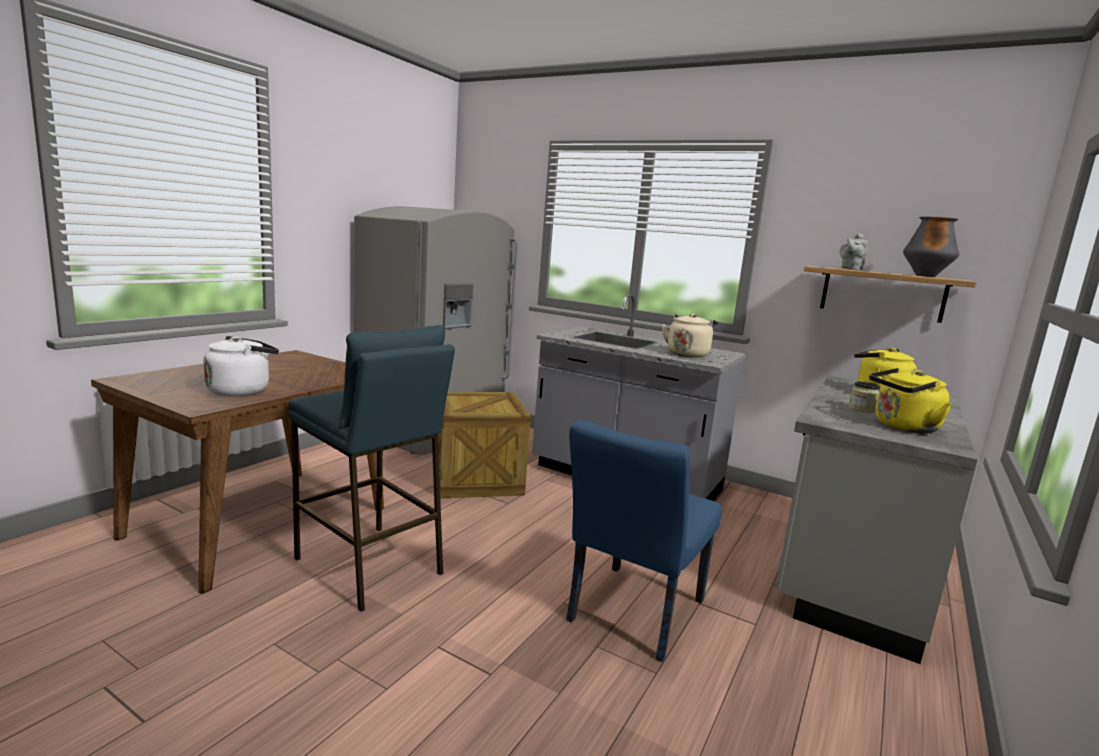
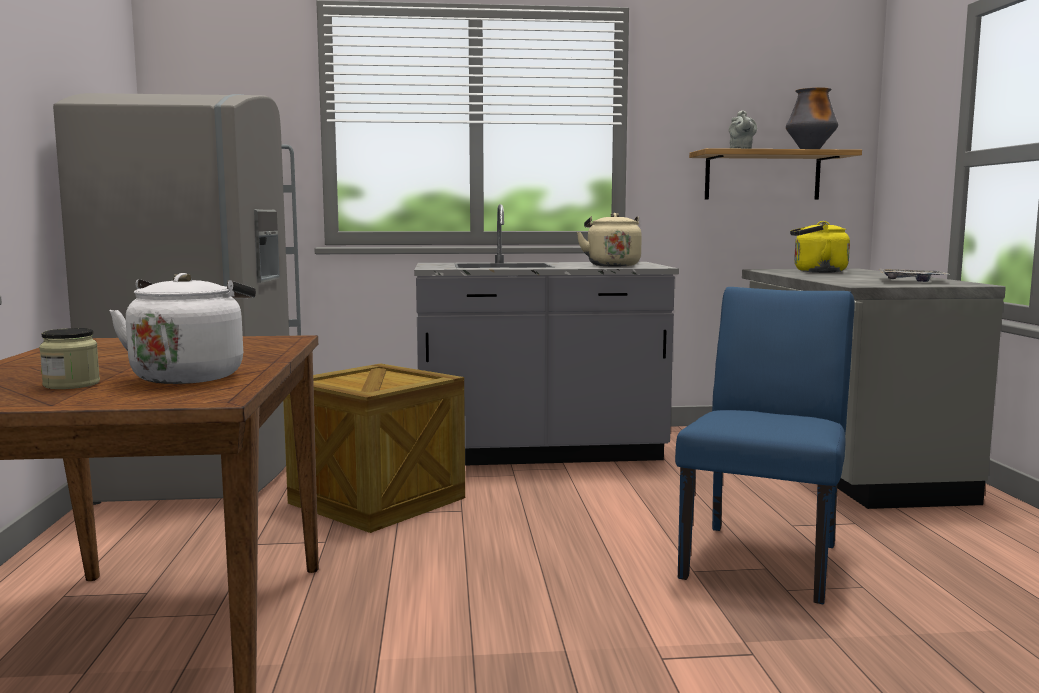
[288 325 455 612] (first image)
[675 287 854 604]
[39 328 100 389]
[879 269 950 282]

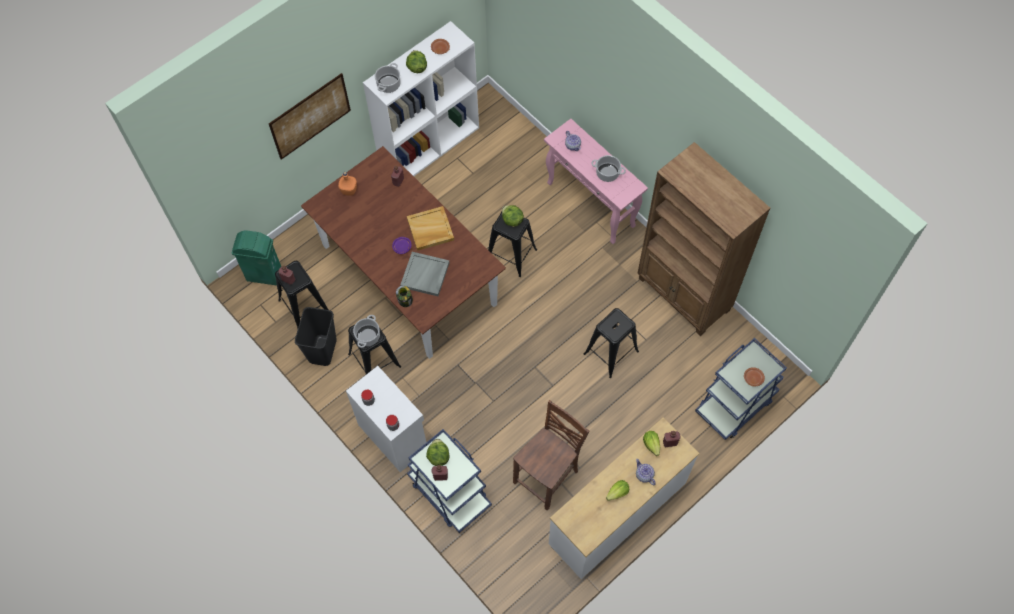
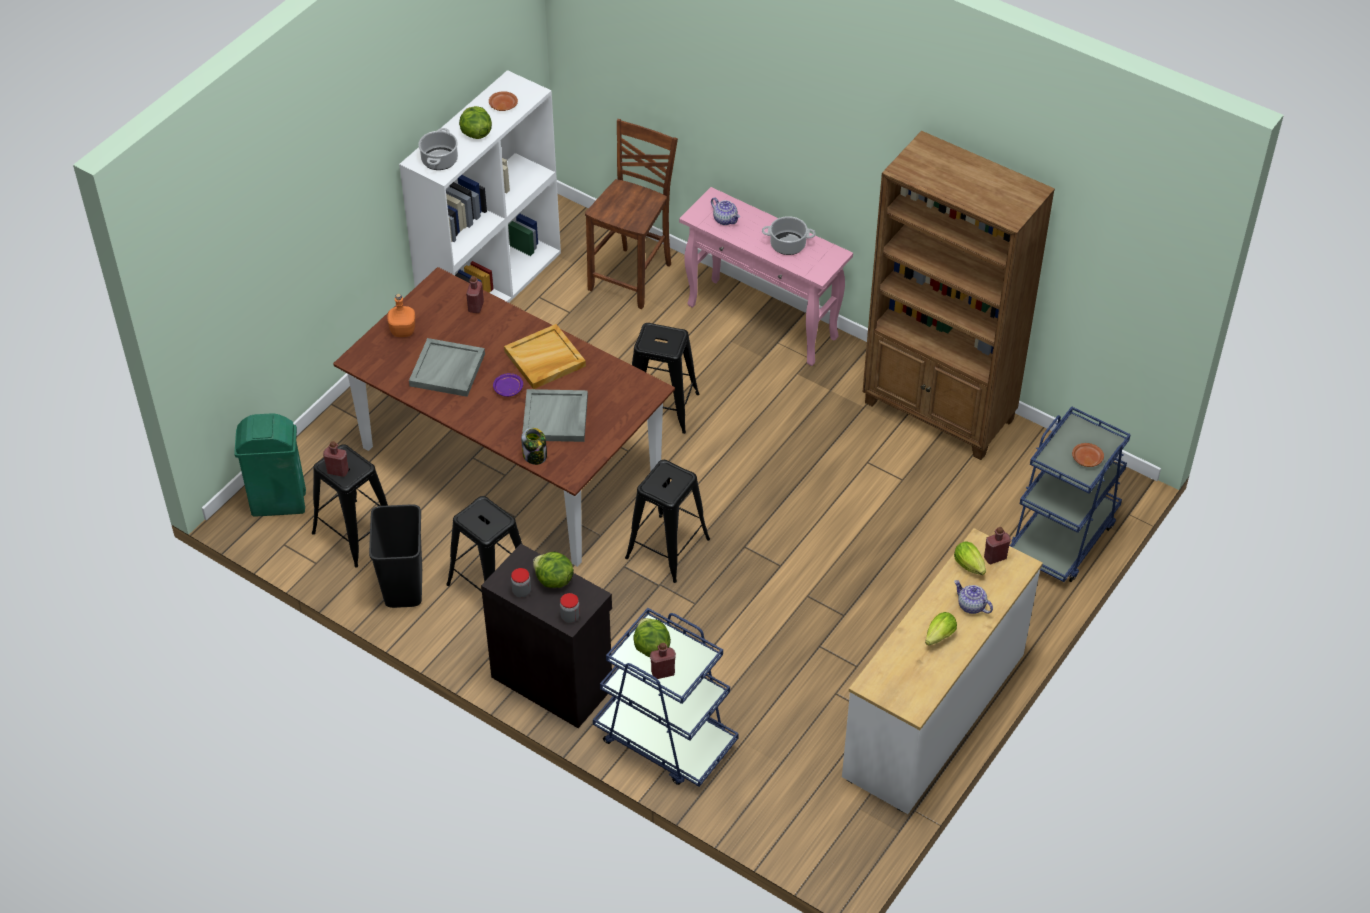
[269 73 351 160] (first image)
[481 544 612 728]
[353 315 380 348] (first image)
[533 552 574 588]
[585 119 678 309]
[625 460 710 583]
[409 338 485 397]

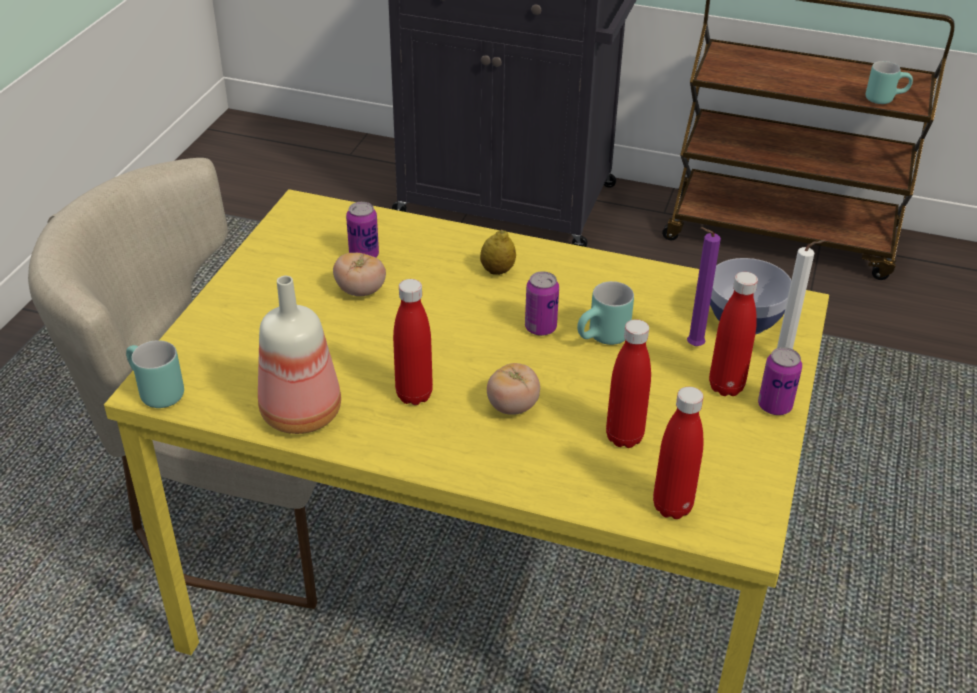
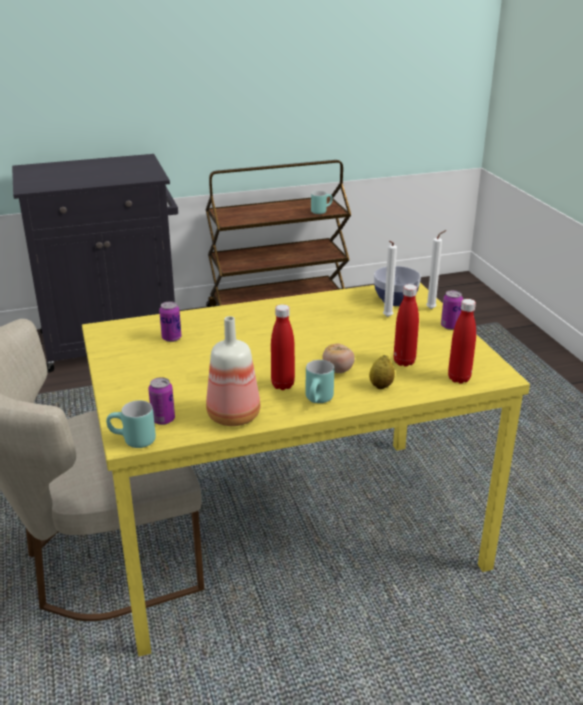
[333 253 386 296] (first image)
[369 355 395 389]
[148 377 175 425]
[305 360 334 403]
[383 241 397 317]
[709 272 758 396] (first image)

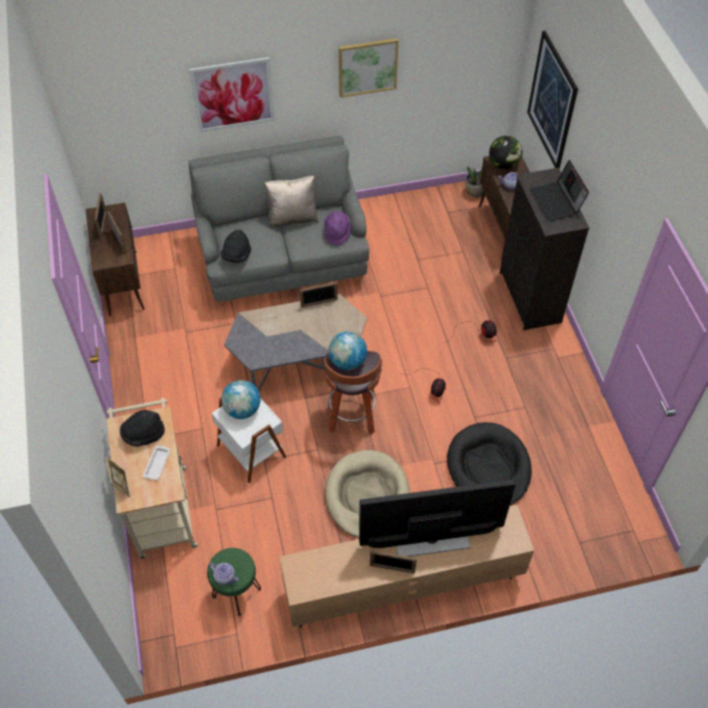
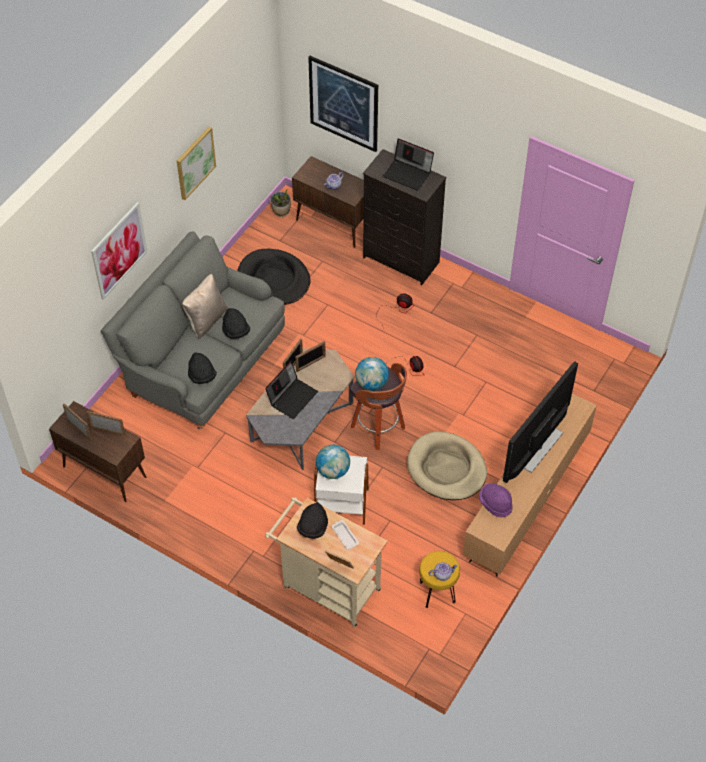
[419 551 460 608]
[479 483 513 518]
[295 341 326 372]
[237 249 310 305]
[489 136 522 169] (first image)
[222 308 250 339]
[265 361 318 419]

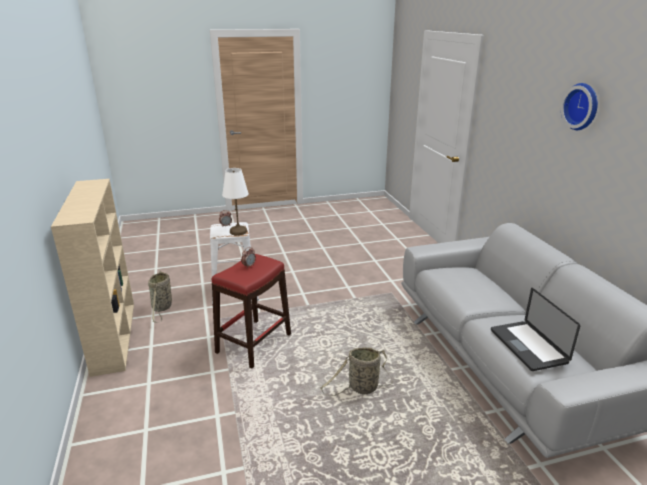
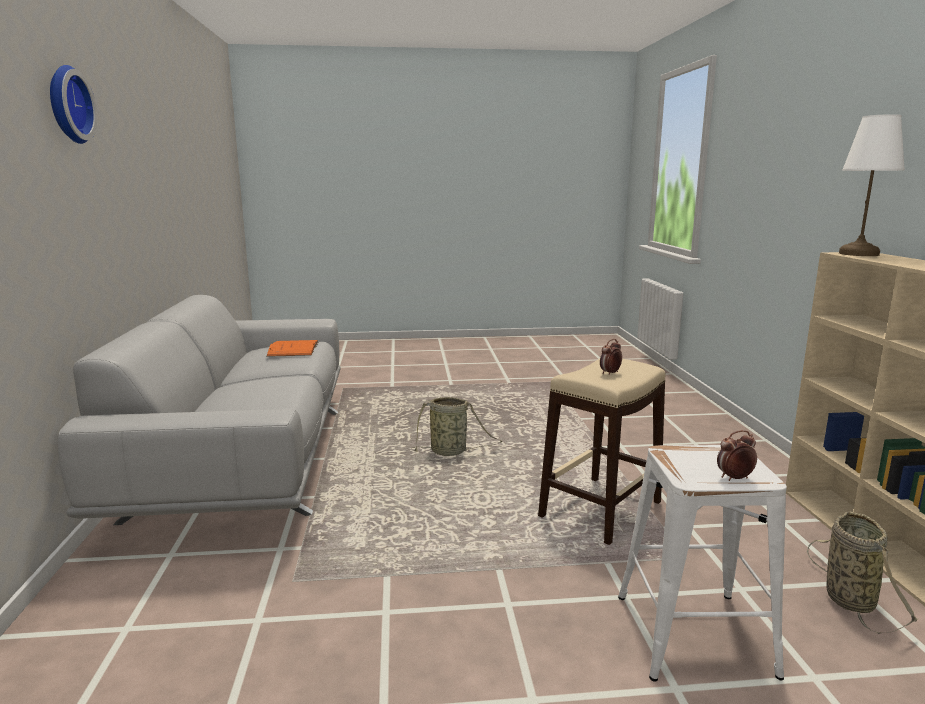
[538 358 666 545]
[839 114 905 256]
[266 340 319 357]

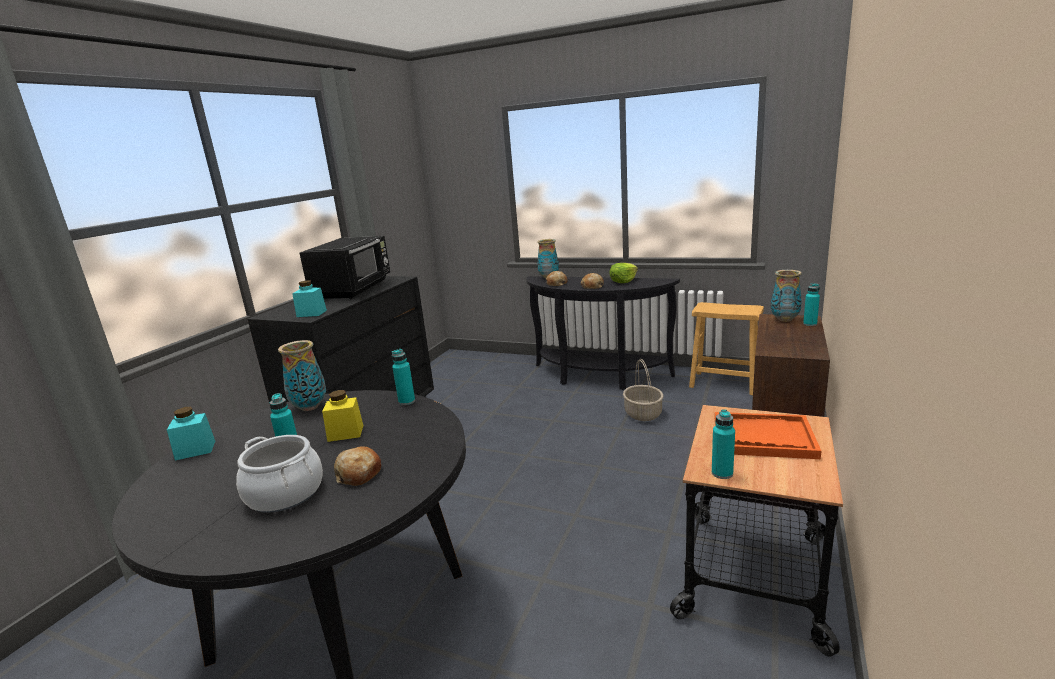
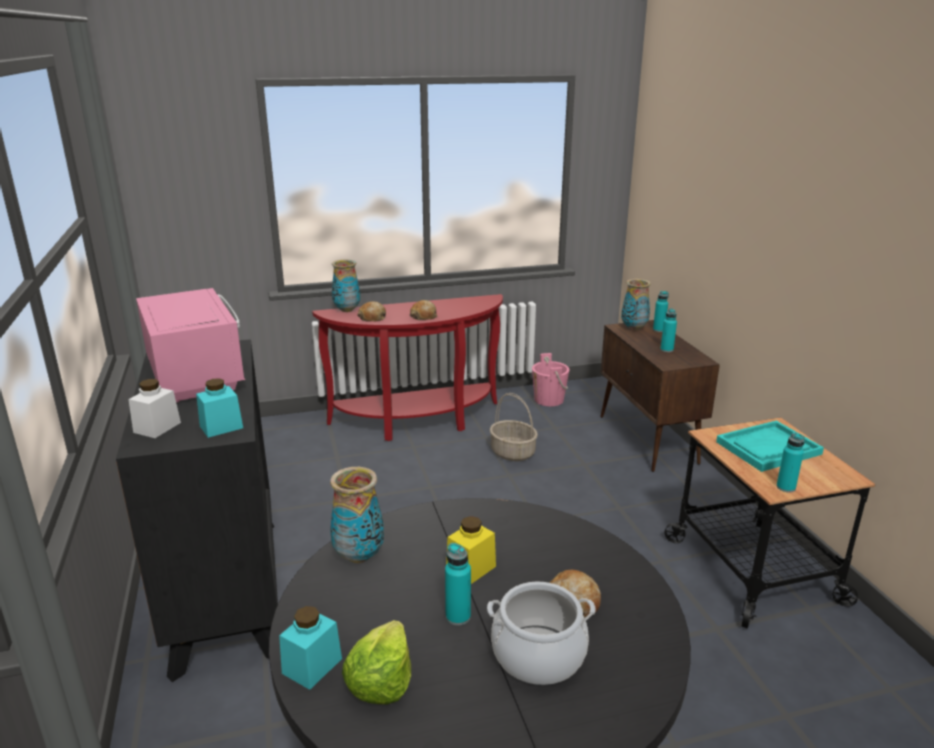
[136 288 245 403]
[660 309 677 352]
[312 294 503 441]
[342 620 411 704]
[532 353 570 406]
[716 421 824 472]
[128 379 181 438]

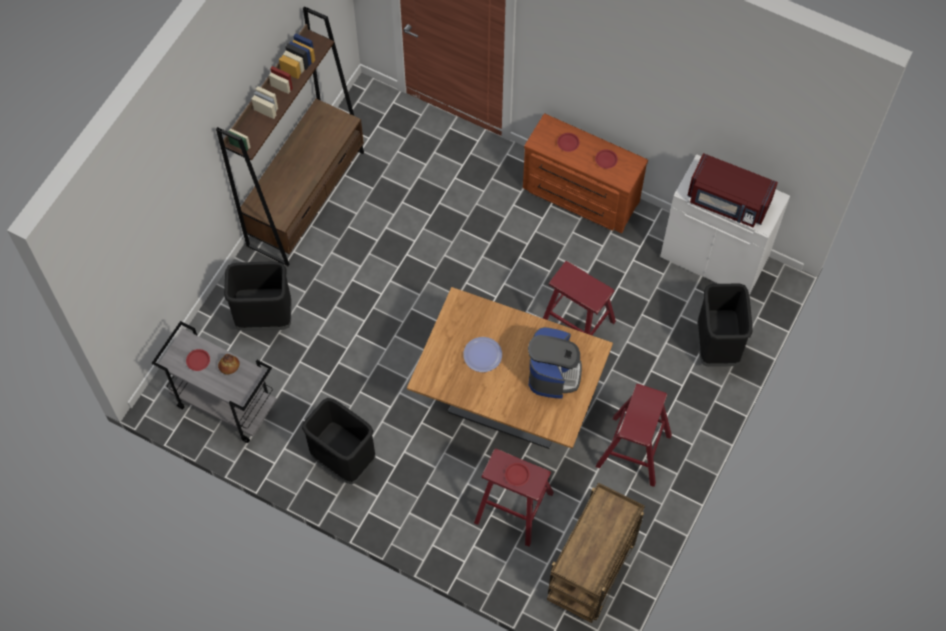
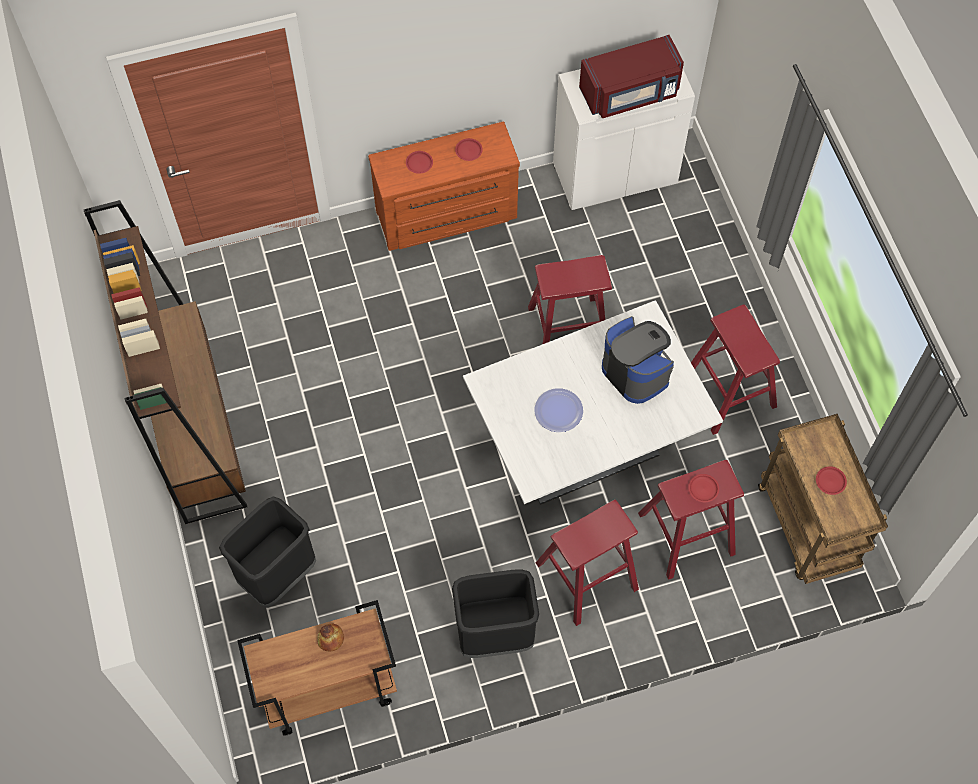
[237 600 397 736]
[816 466 847 495]
[463 300 723 505]
[697 284 753 367] (first image)
[536 500 639 626]

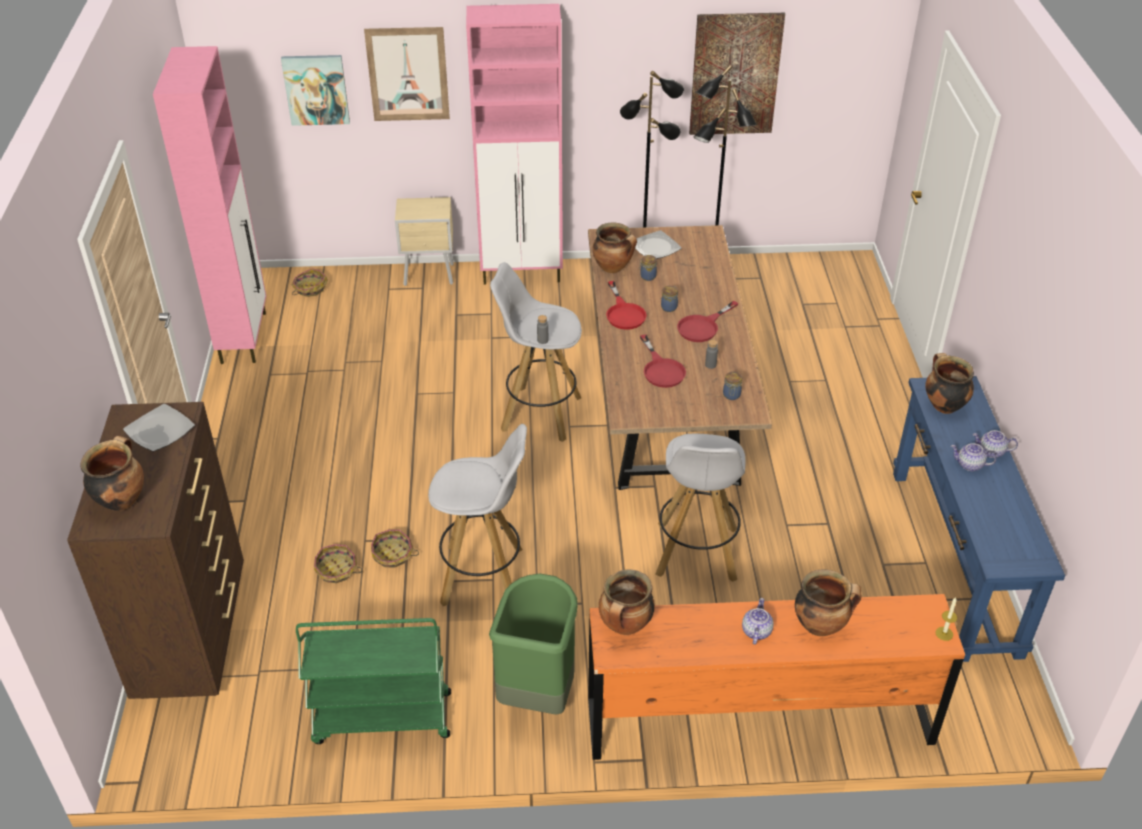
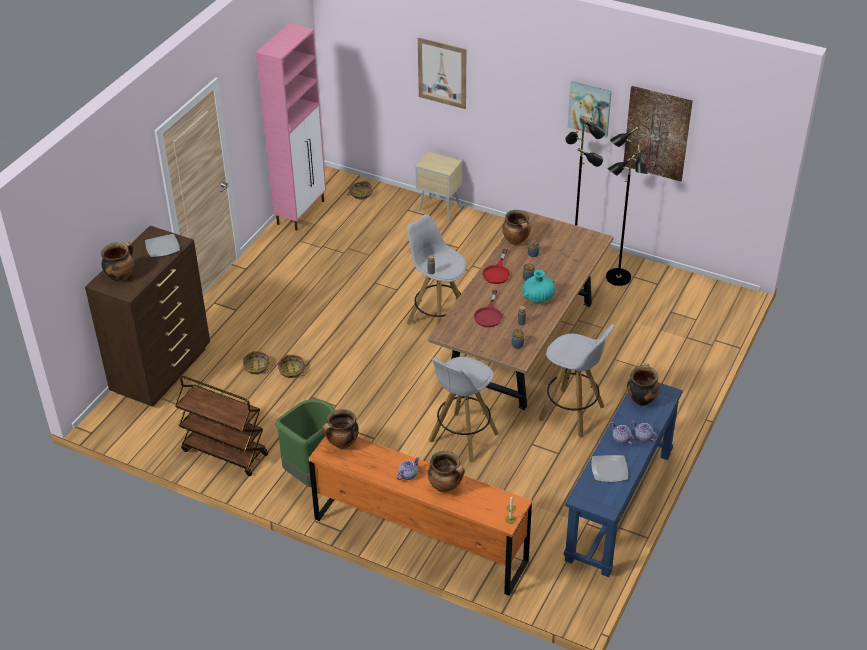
[568 81 612 137]
[175 376 269 476]
[539 324 615 438]
[466 4 563 285] (first image)
[591 455 628 482]
[522 270 555 303]

